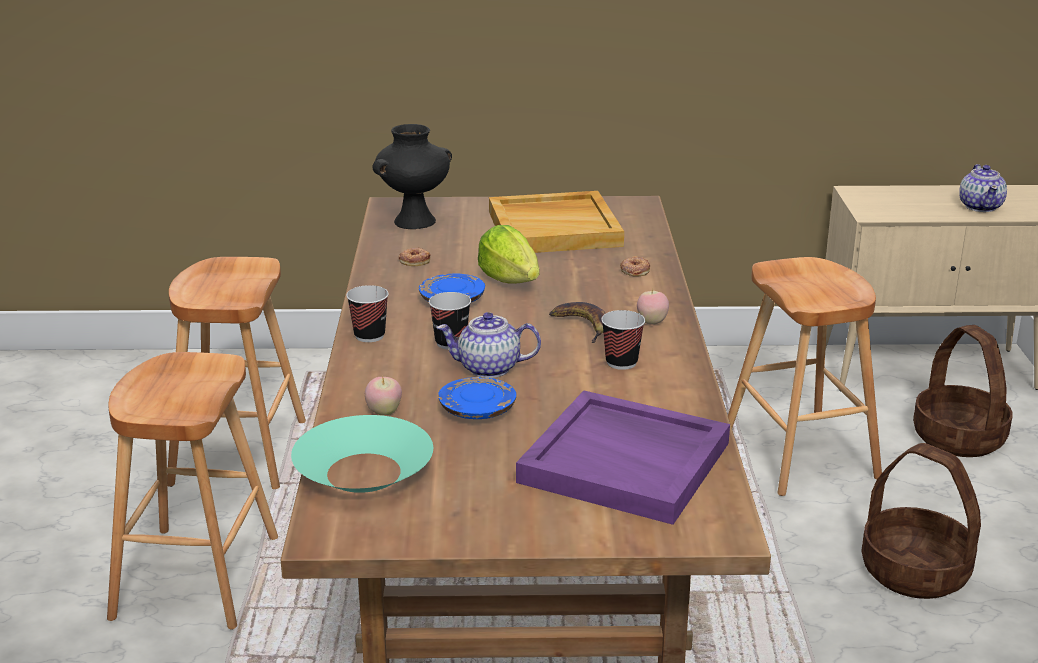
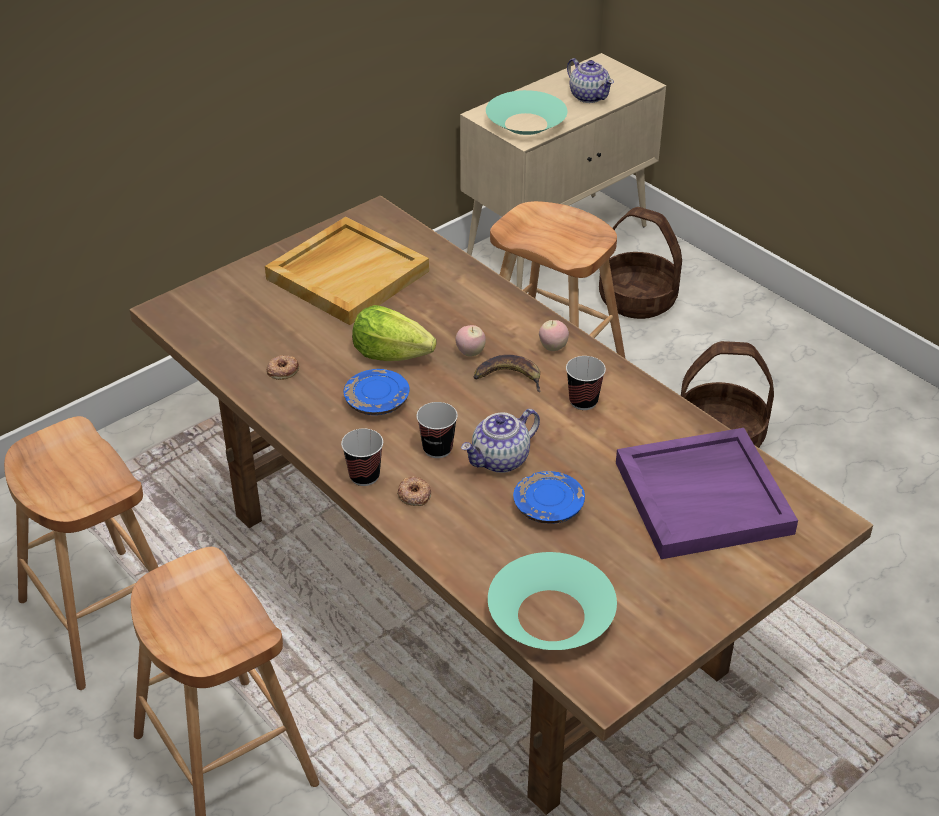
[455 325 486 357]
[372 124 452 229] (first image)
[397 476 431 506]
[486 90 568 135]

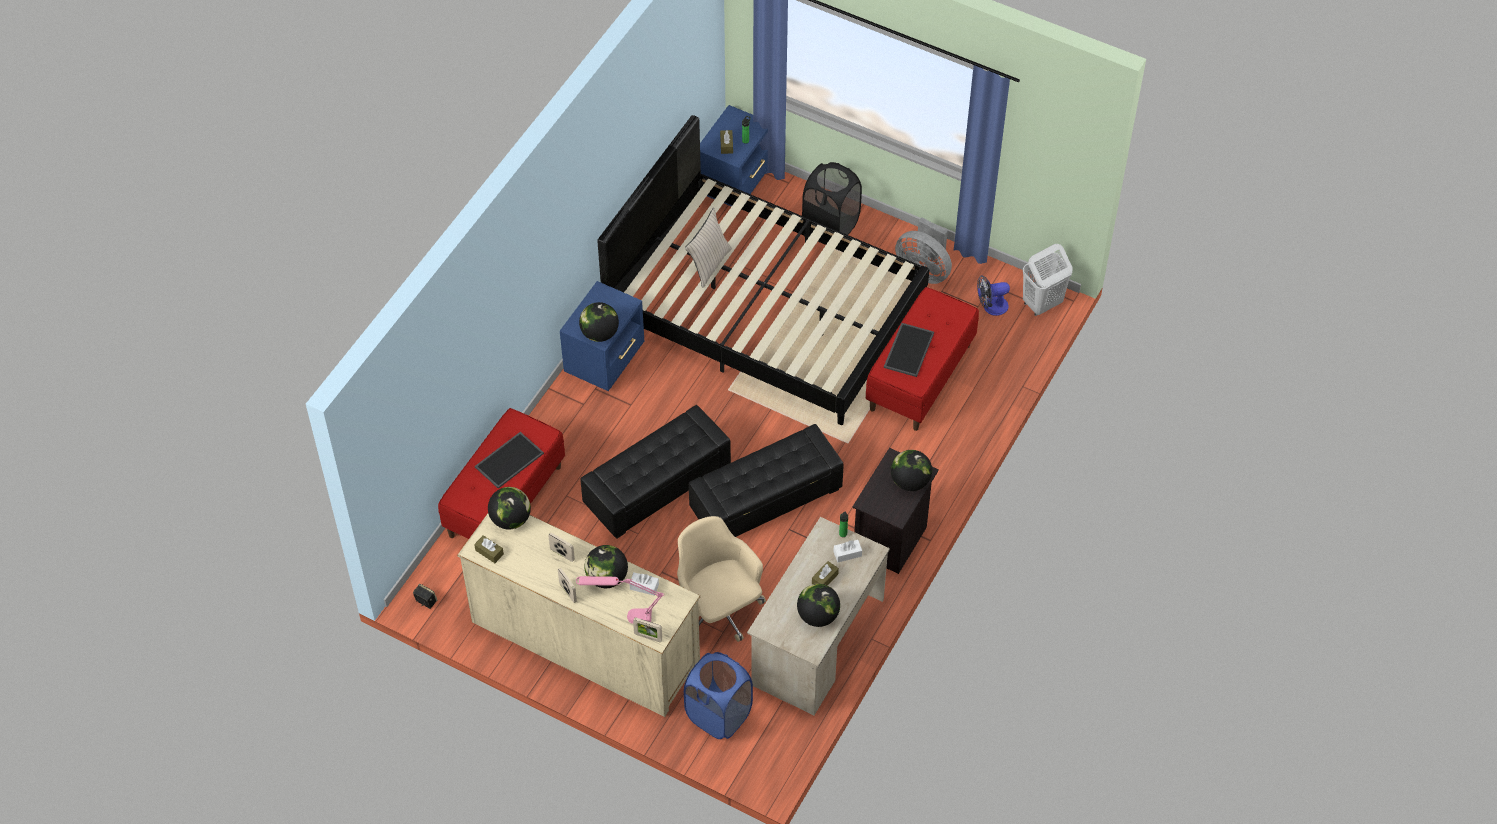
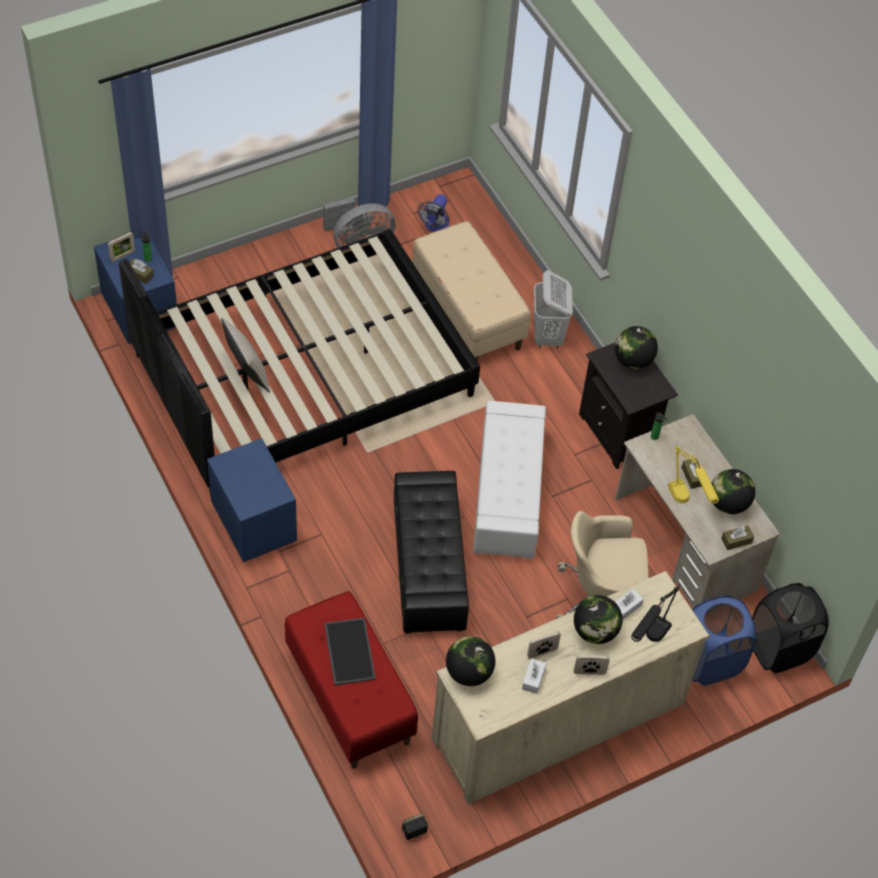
[721 525 754 550]
[631 585 680 642]
[579 302 619 342] (first image)
[108 232 135 262]
[474 401 546 559]
[752 583 828 673]
[522 658 546 694]
[412 221 531 362]
[884 323 934 377] (first image)
[534 270 573 349]
[667 445 719 504]

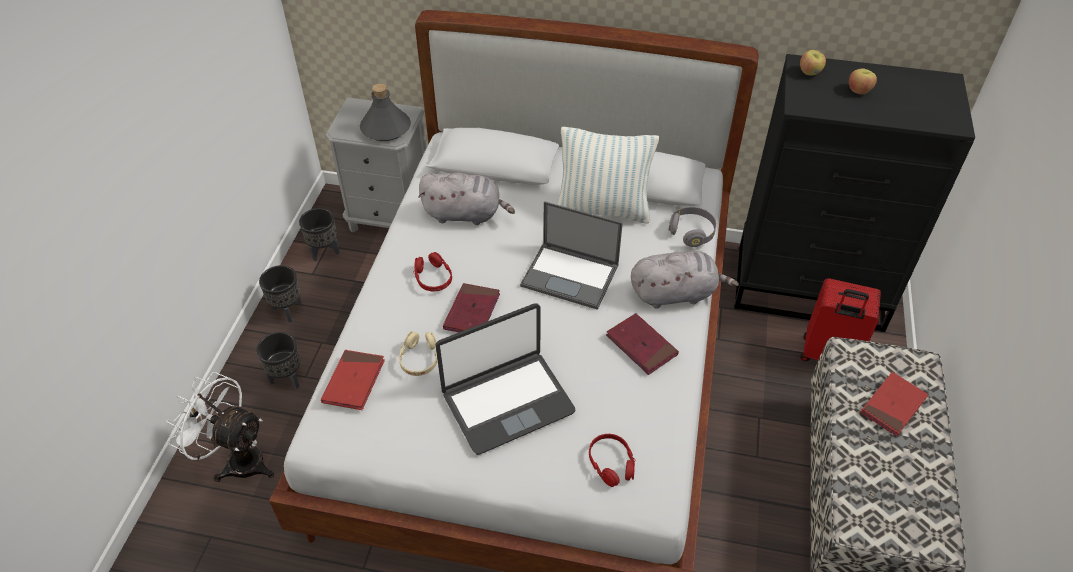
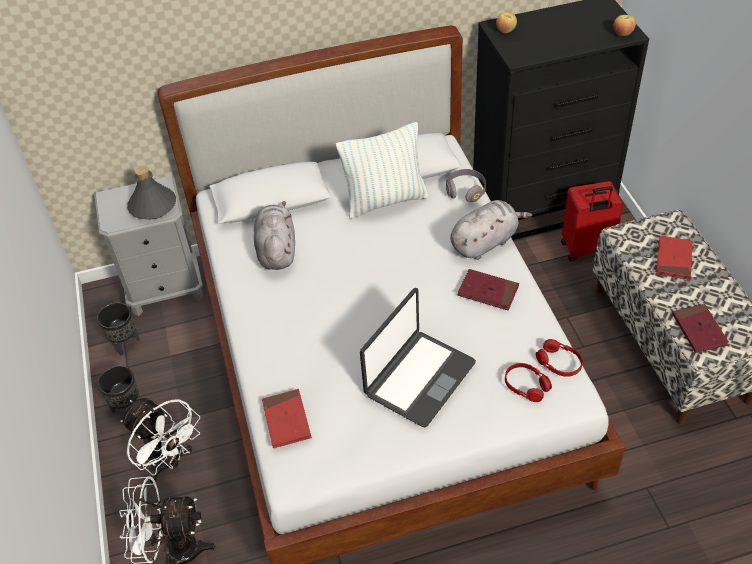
[121 398 200 483]
[399 331 437 376] (first image)
[536 339 583 377]
[254 201 295 270]
[672 304 729 353]
[520 201 623 310] (first image)
[614 15 636 36]

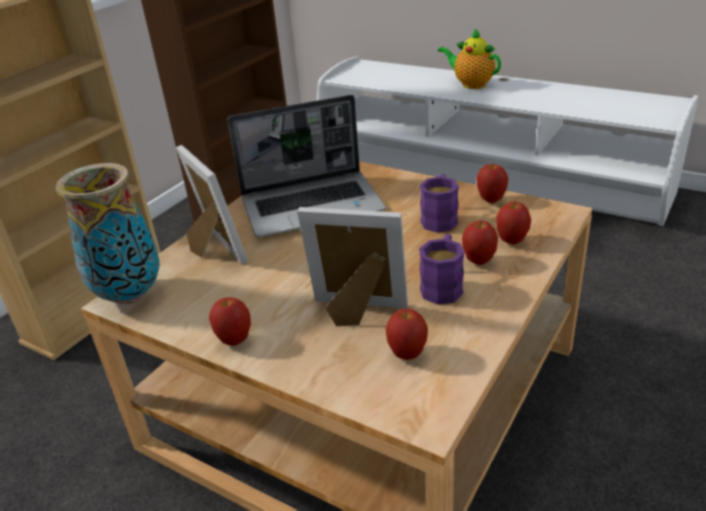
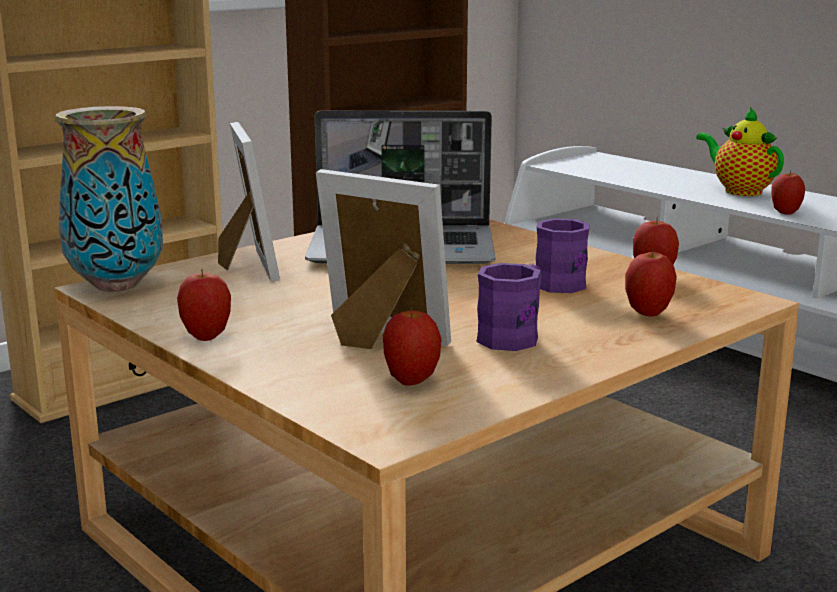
[771 170 805 215]

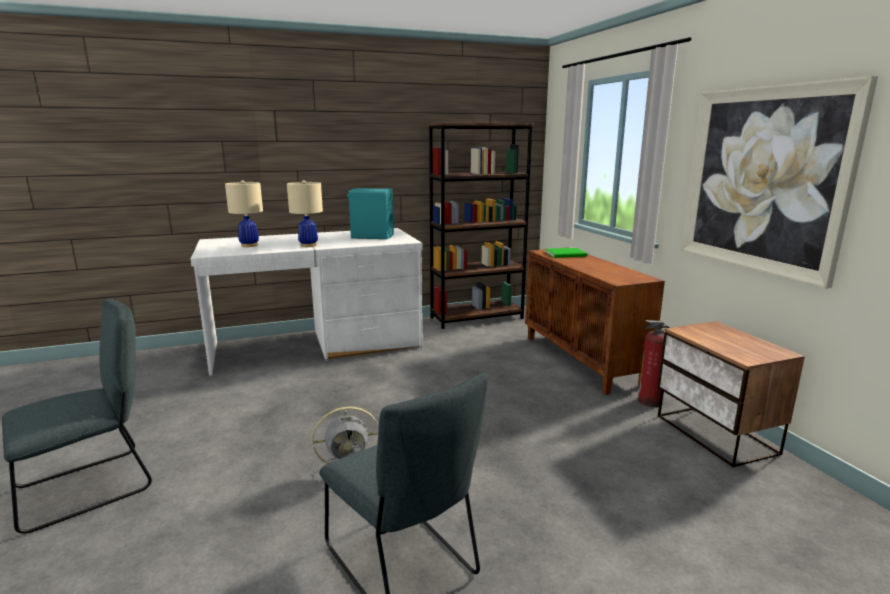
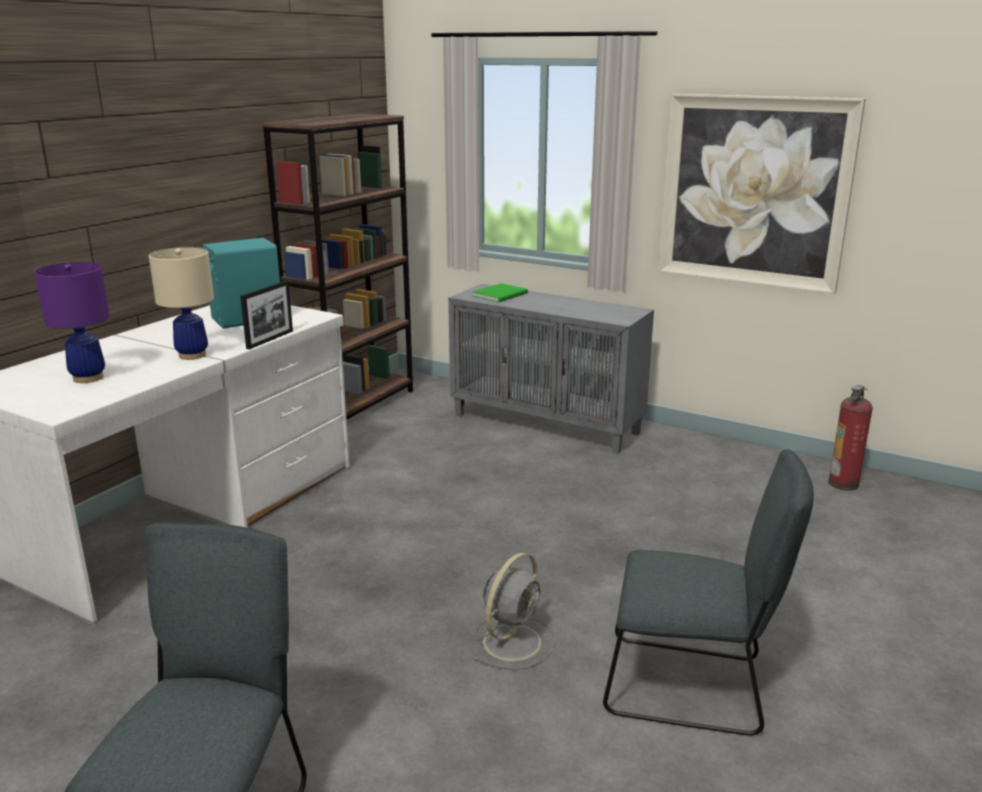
[34 262 110 383]
[448 284 654 454]
[828 385 873 491]
[658 321 805 467] (first image)
[240 281 293 350]

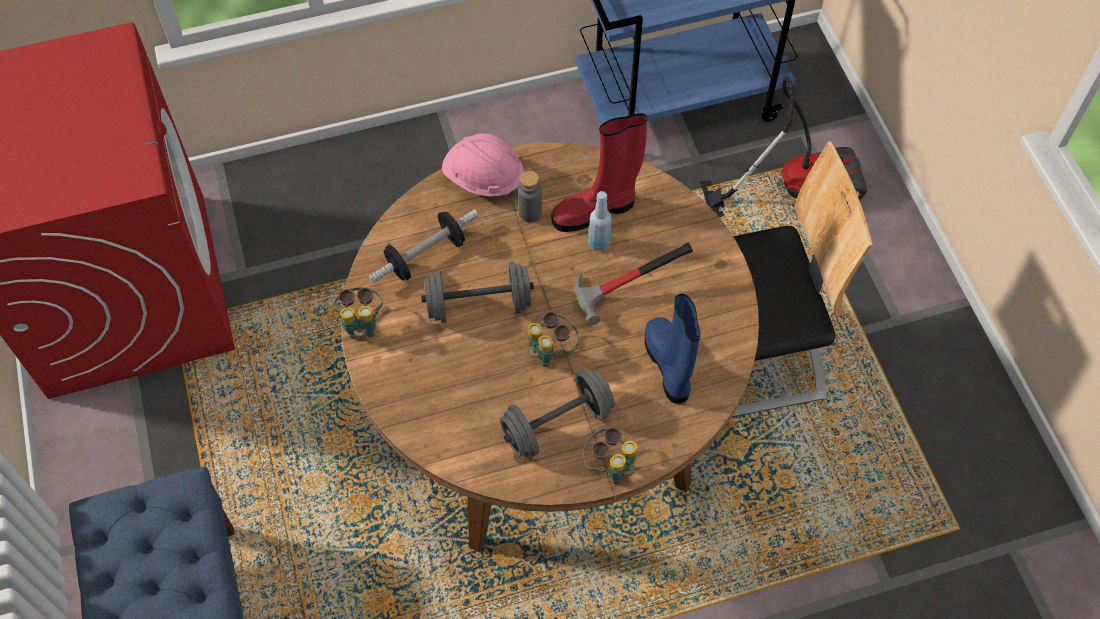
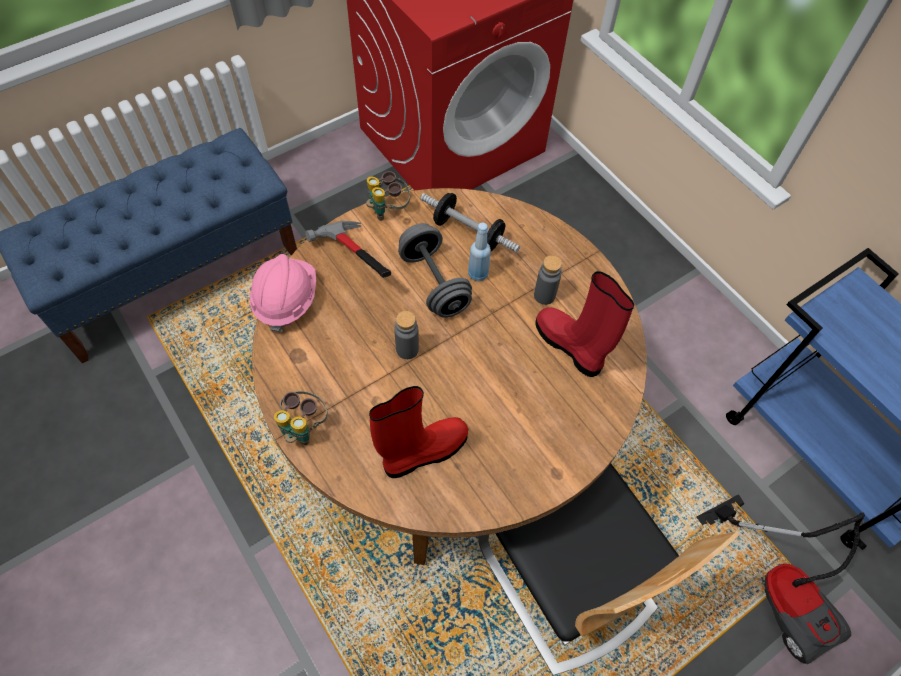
[250 254 316 332]
[500 369 615 456] (first image)
[394 311 419 359]
[305 221 391 278]
[468 223 491 281]
[369 386 468 478]

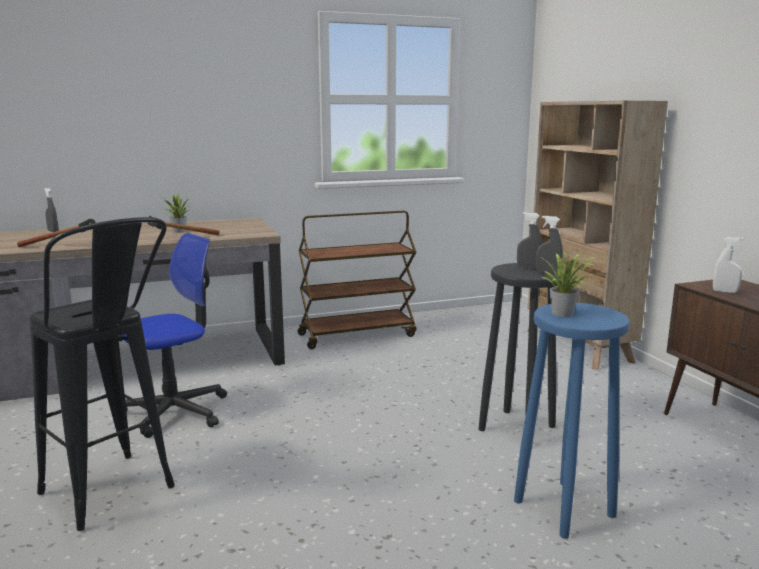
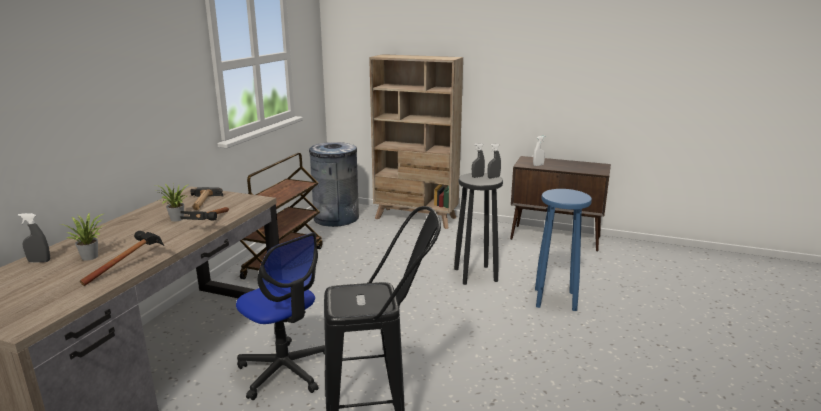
[236 232 325 400]
[61 213 105 261]
[191 187 223 210]
[307 142 359 227]

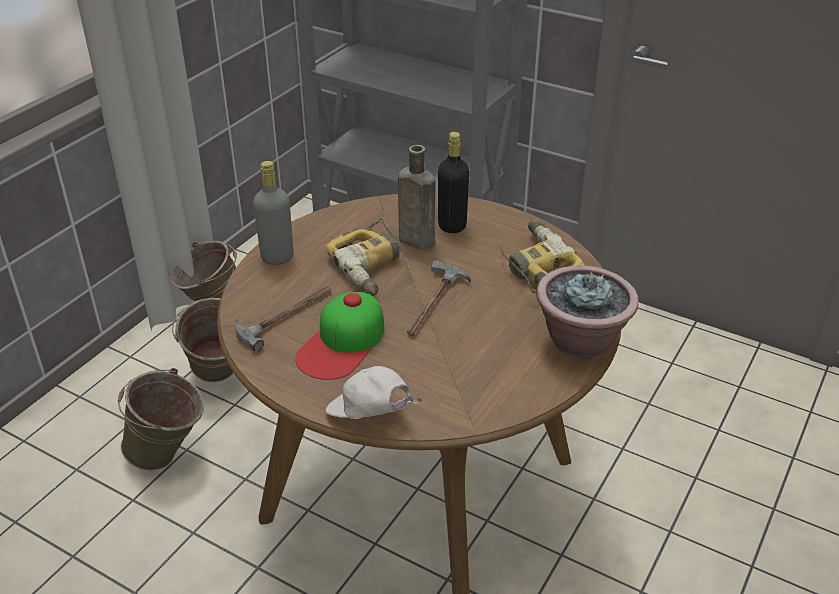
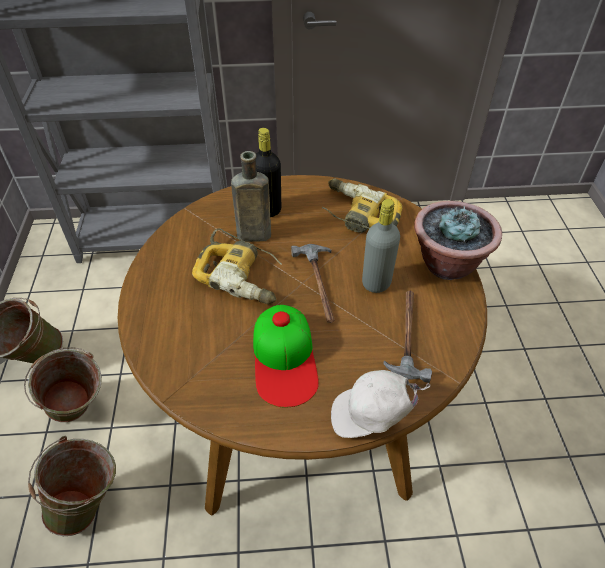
[383 291 432 383]
[362 199 400 293]

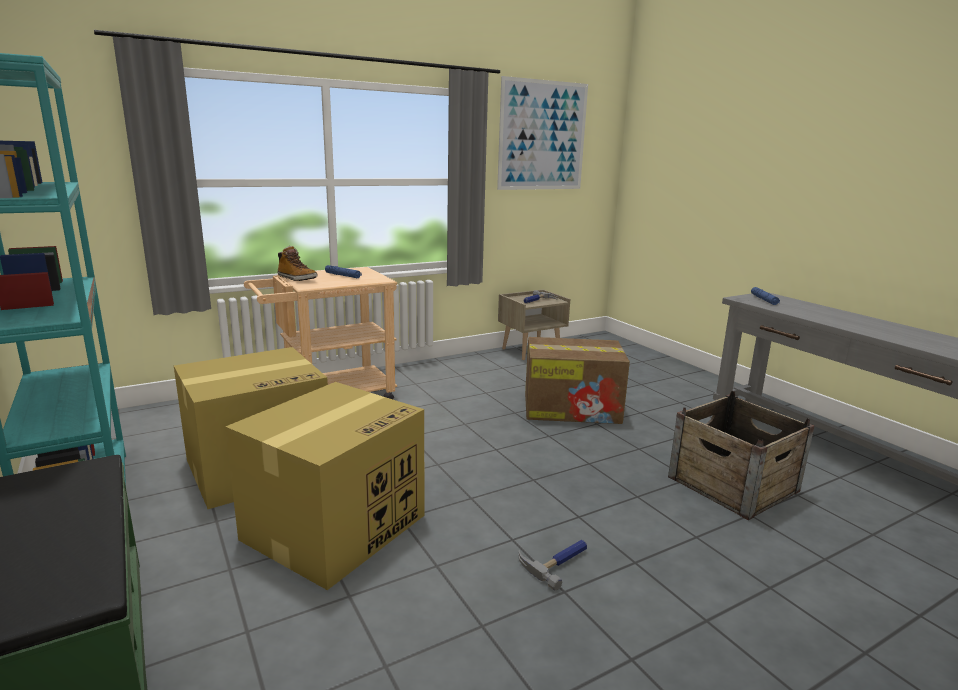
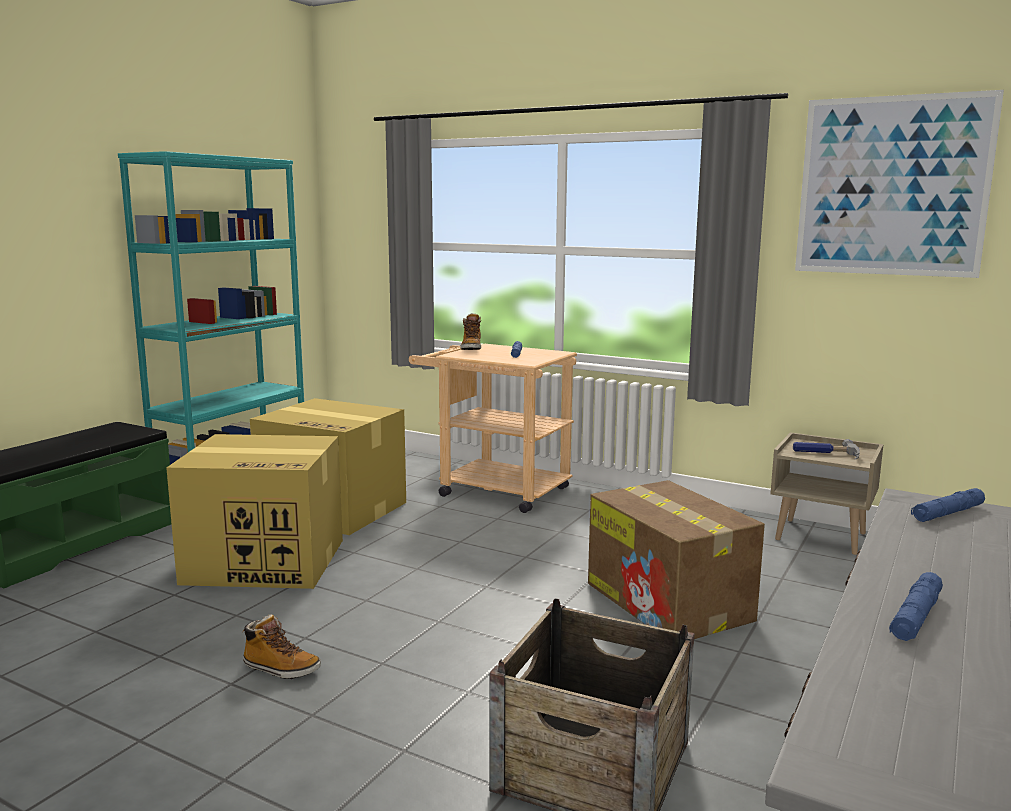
[243 614 321 679]
[889 572 943 641]

